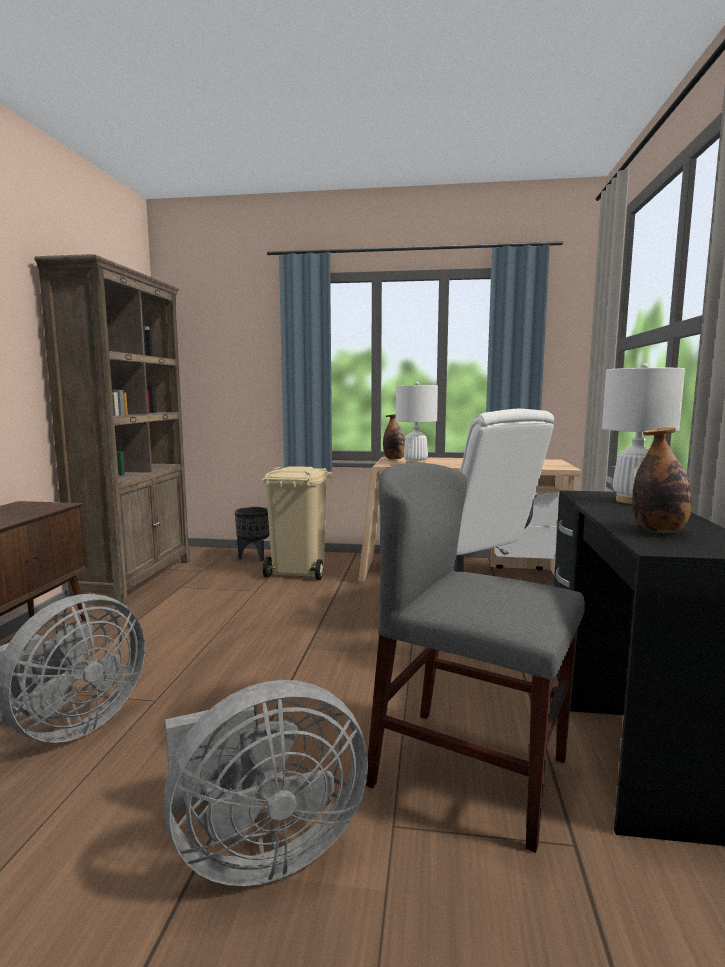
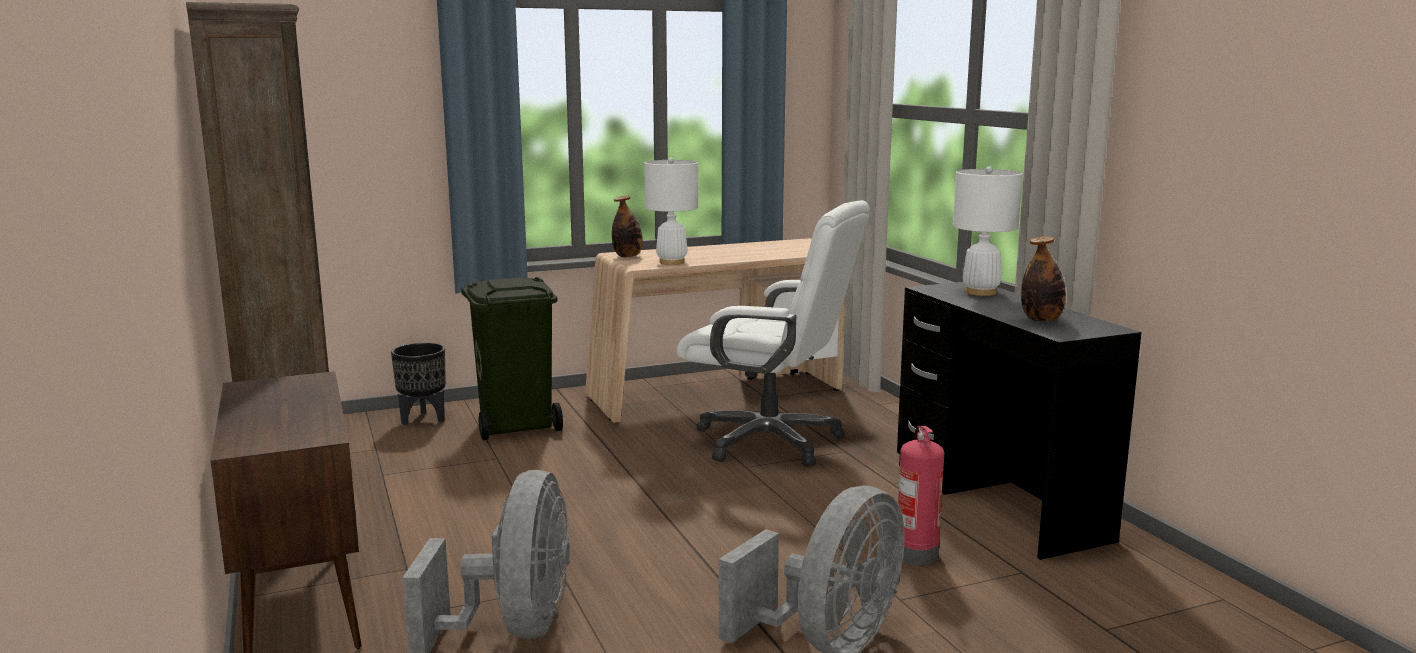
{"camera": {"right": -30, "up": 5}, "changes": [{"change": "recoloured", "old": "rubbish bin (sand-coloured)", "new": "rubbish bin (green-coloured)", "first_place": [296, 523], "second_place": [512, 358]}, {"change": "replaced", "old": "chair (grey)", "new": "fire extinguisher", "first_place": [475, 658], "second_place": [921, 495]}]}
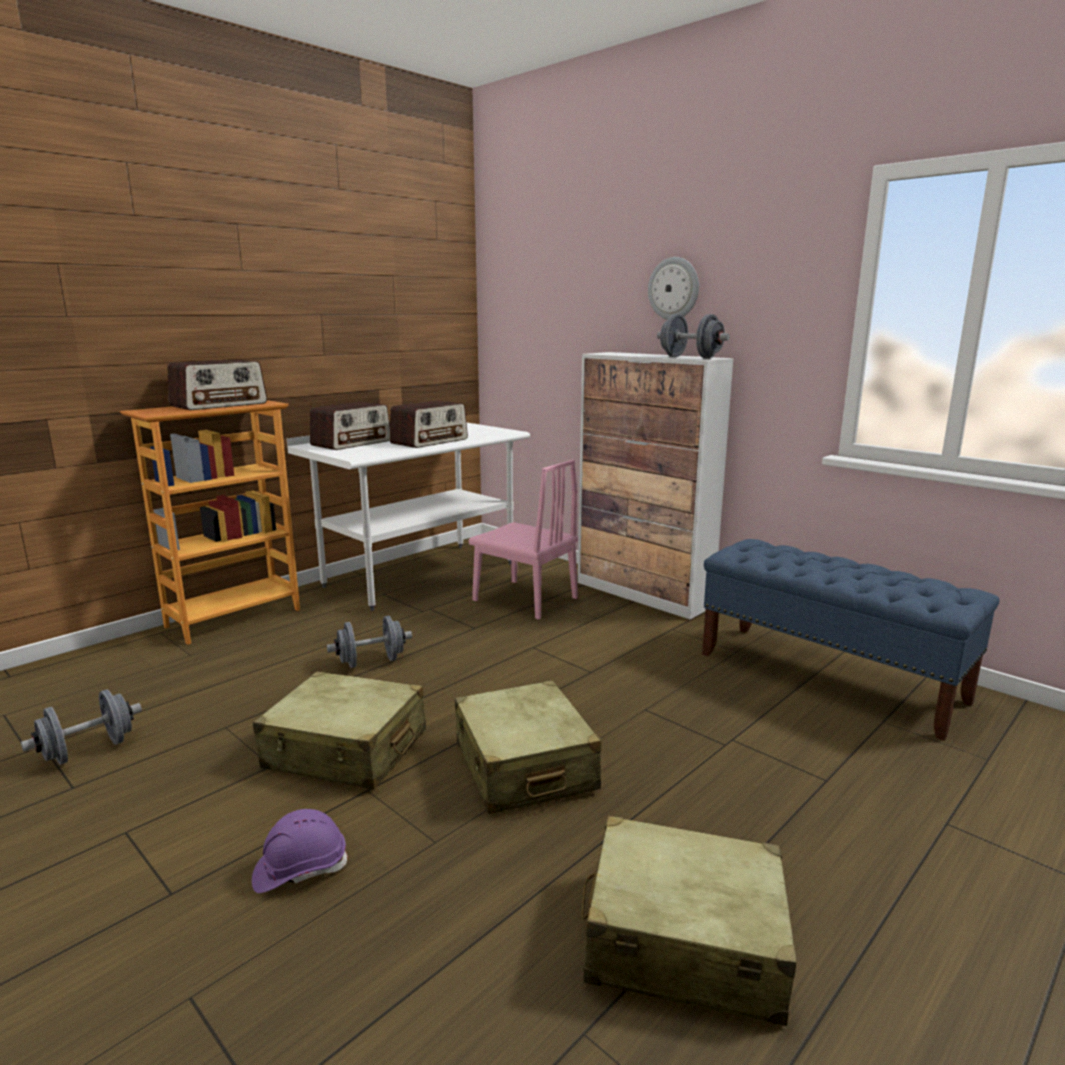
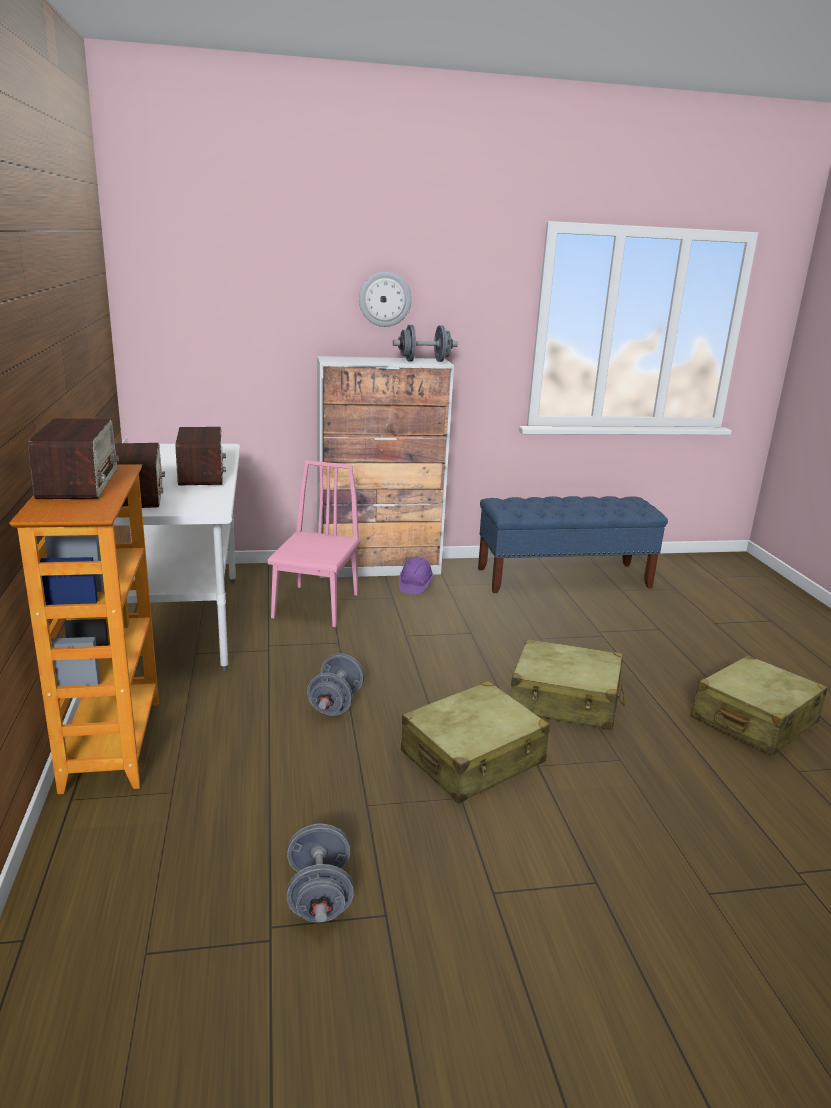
{"camera": {"right": -55, "up": 5}, "changes": [{"change": "turned", "old": "chair (pink-coloured)", "first_place": [523, 540], "second_place": [313, 543], "degrees": -60}, {"change": "moved", "old": "work helmet (purplish)", "first_place": [300, 851], "second_place": [416, 576]}]}
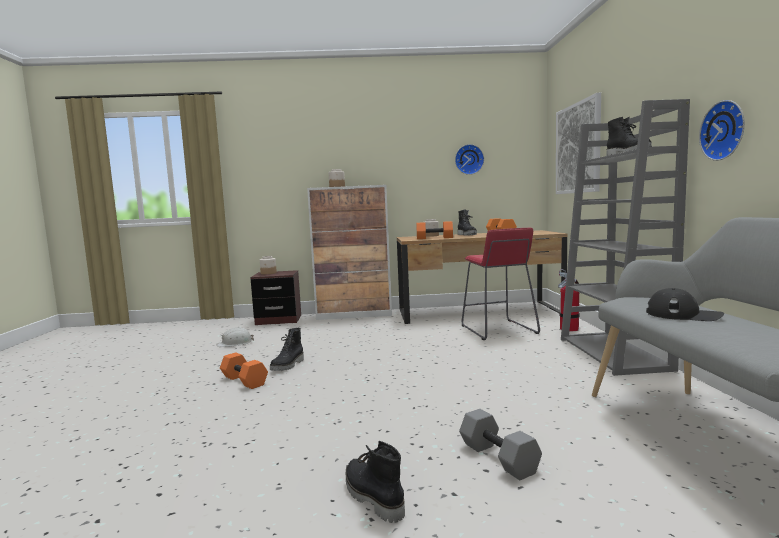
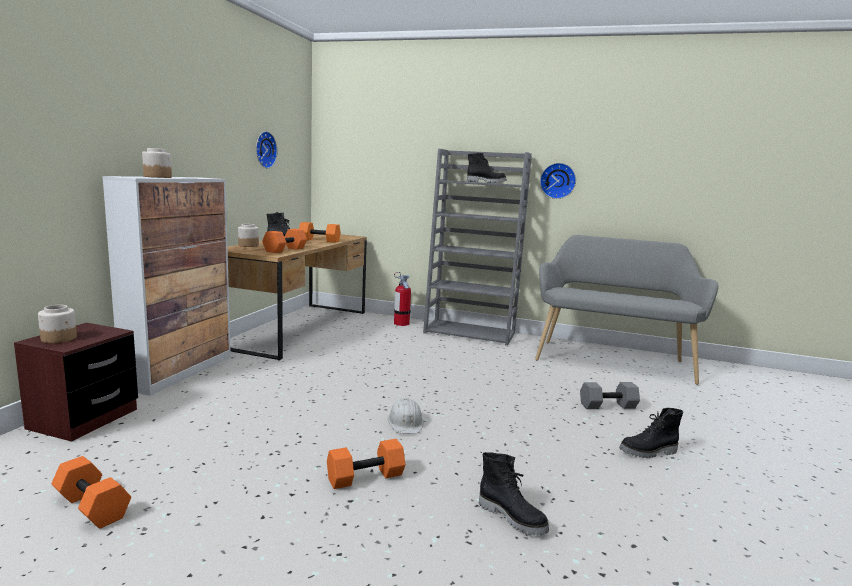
{"camera": {"right": -70, "up": 5}, "changes": [{"change": "added", "new": "dumbbell (orange-coloured)", "second_place": [91, 492]}, {"change": "moved", "old": "work helmet (white)", "first_place": [235, 337], "second_place": [405, 416]}, {"change": "moved", "old": "tall boot (blackish)", "first_place": [287, 349], "second_place": [514, 494]}, {"change": "removed", "old": "sitting stool (reddish)", "first_place": [501, 284]}, {"change": "removed", "old": "wall art", "first_place": [578, 143]}, {"change": "removed", "old": "cap (blackish)", "first_place": [685, 304]}]}
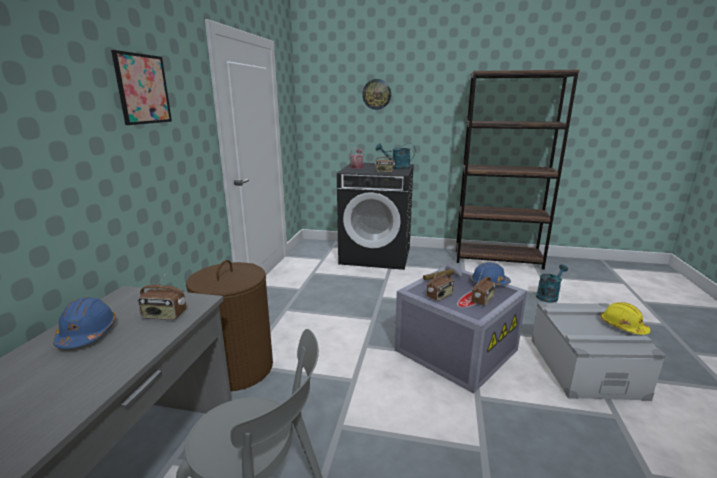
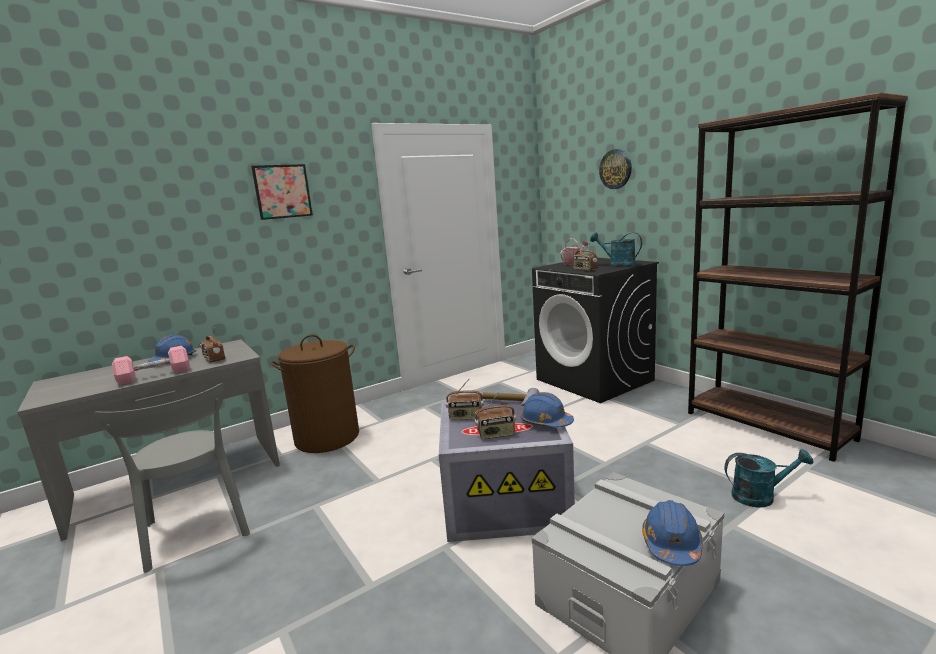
{"camera": {"right": 45, "up": -5}, "changes": [{"change": "added", "new": "dumbbell (pink-coloured)", "second_place": [151, 365]}, {"change": "recoloured", "old": "work helmet (yellow)", "new": "work helmet (bluish)", "first_place": [625, 318], "second_place": [672, 533]}]}
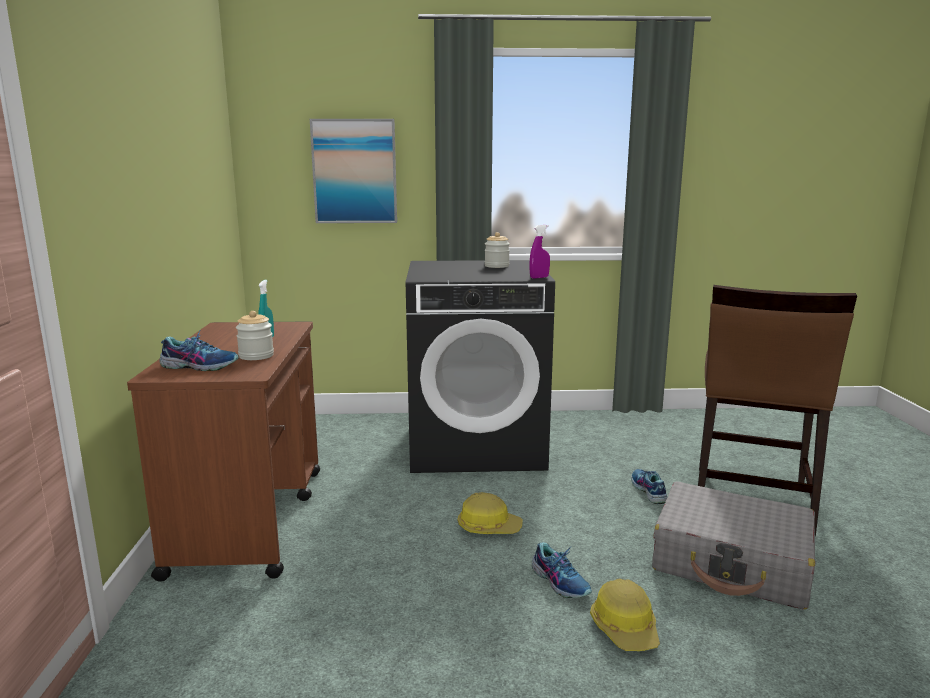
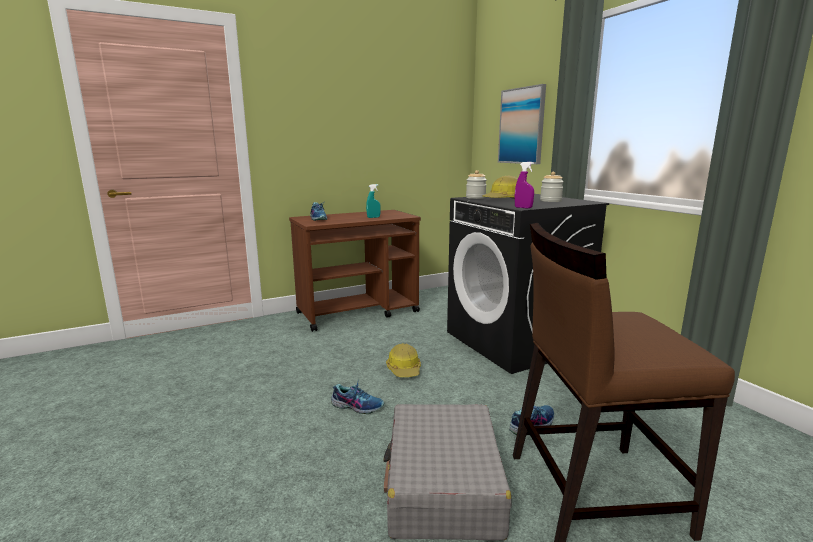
{"camera": {"right": 65, "up": 0}, "changes": [{"change": "turned", "old": "item of footwear", "first_place": [561, 570], "second_place": [357, 396], "degrees": -105}, {"change": "moved", "old": "jar", "first_place": [255, 335], "second_place": [476, 184]}, {"change": "moved", "old": "work helmet", "first_place": [625, 615], "second_place": [500, 187]}]}
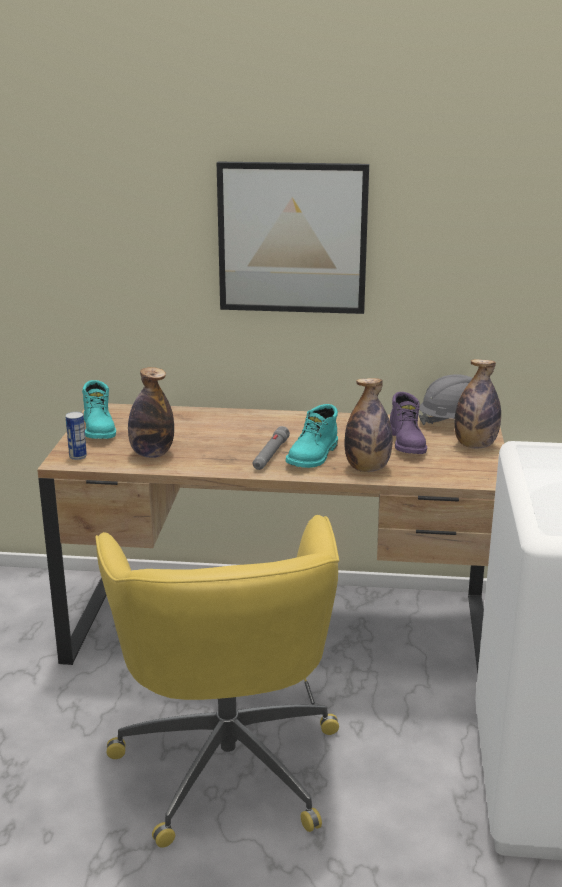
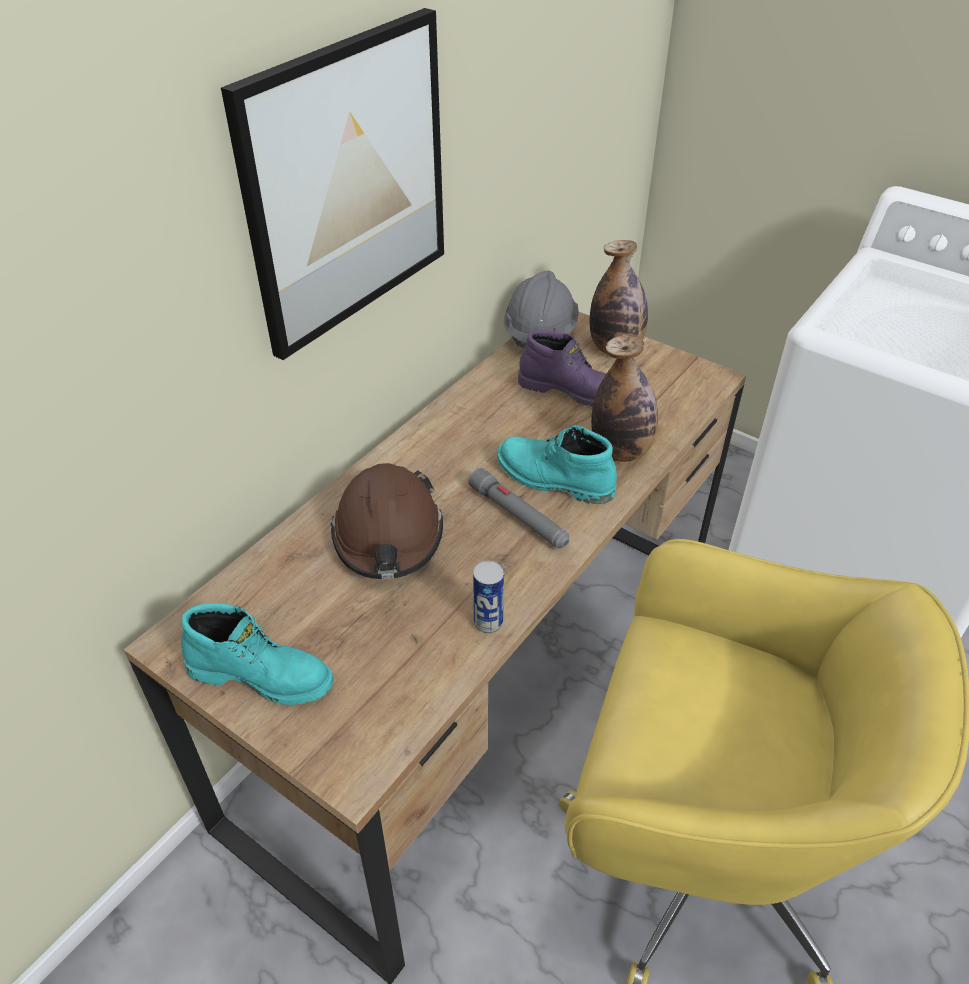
{"camera": {"right": -60, "up": 20}, "changes": [{"change": "added", "new": "work helmet (brown-coloured)", "second_place": [387, 521]}, {"change": "moved", "old": "can", "first_place": [76, 436], "second_place": [488, 597]}, {"change": "turned", "old": "tall boot (turquoise)", "first_place": [311, 436], "second_place": [557, 464], "degrees": 150}, {"change": "removed", "old": "drink bottle", "first_place": [151, 412]}]}
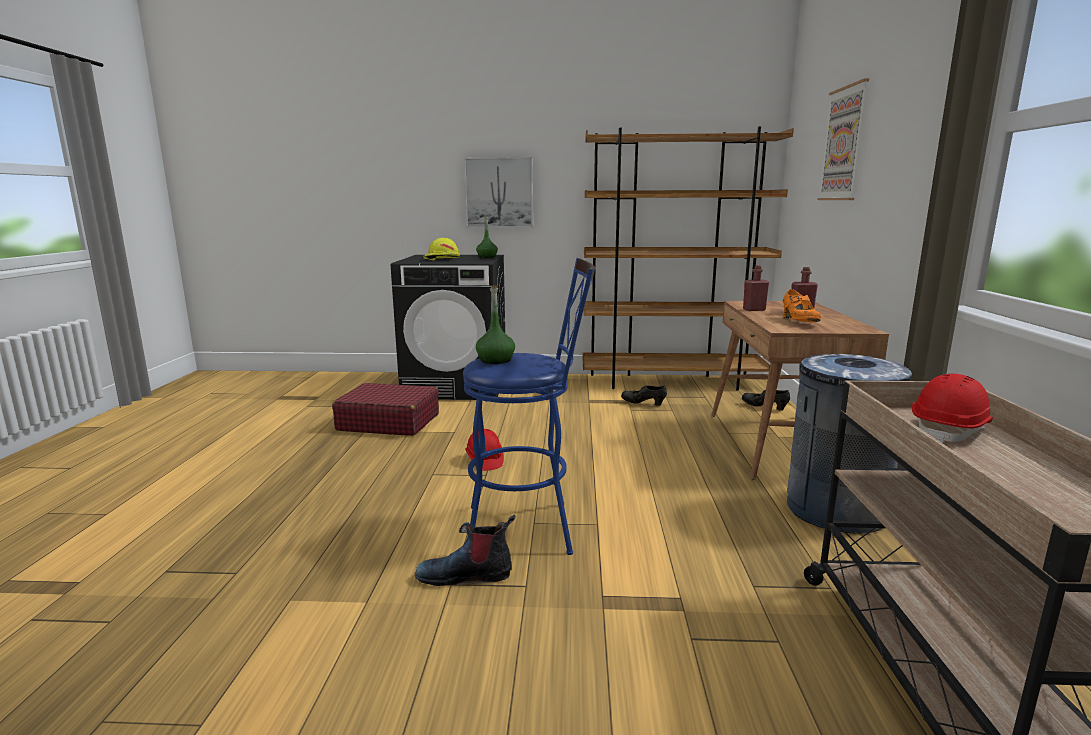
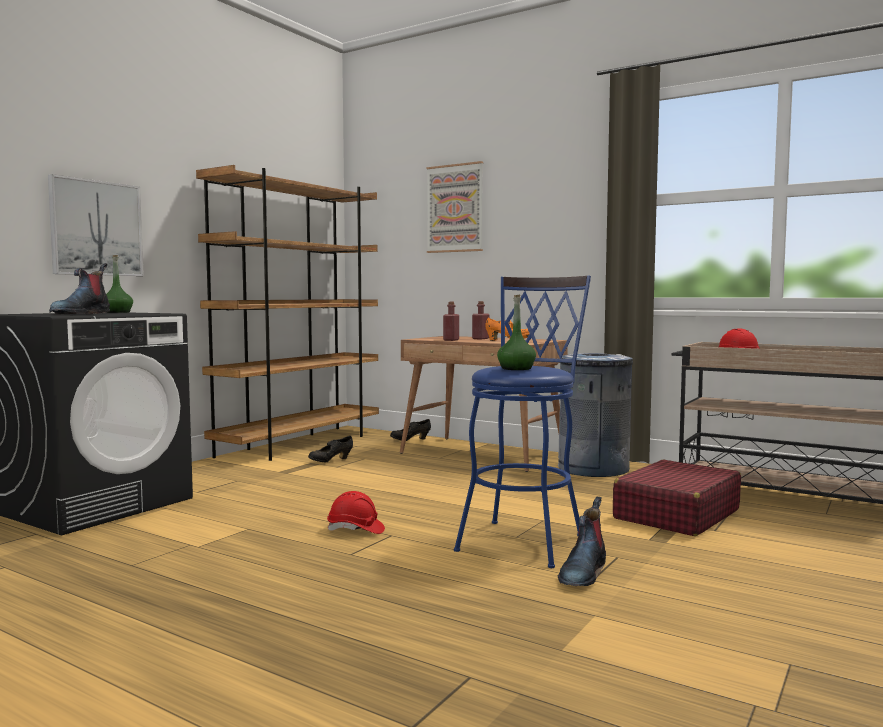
{"camera": {"right": -60, "up": -10}, "changes": [{"change": "replaced", "old": "work helmet (yellow)", "new": "tall boot", "first_place": [441, 249], "second_place": [79, 288]}, {"change": "moved", "old": "travel case (reddish)", "first_place": [385, 409], "second_place": [677, 498]}]}
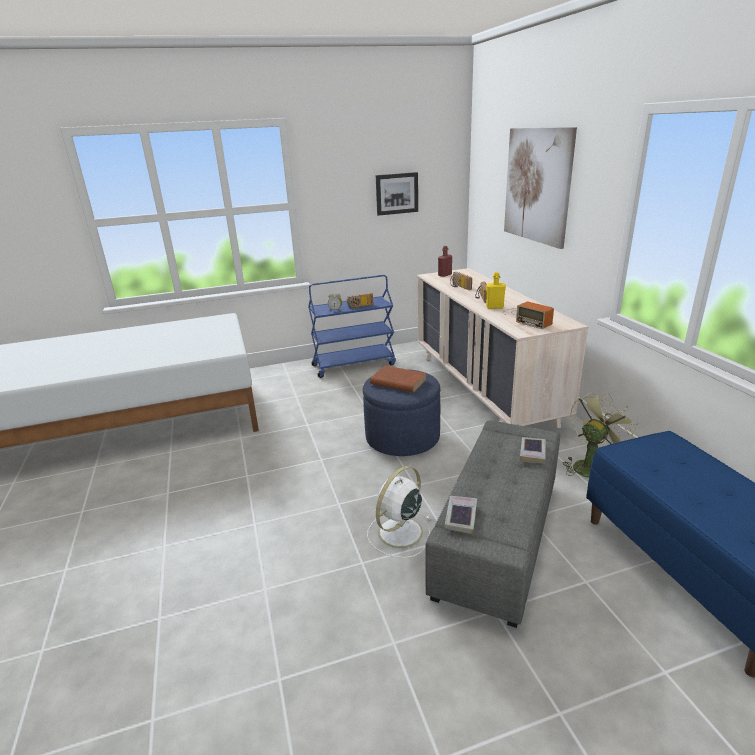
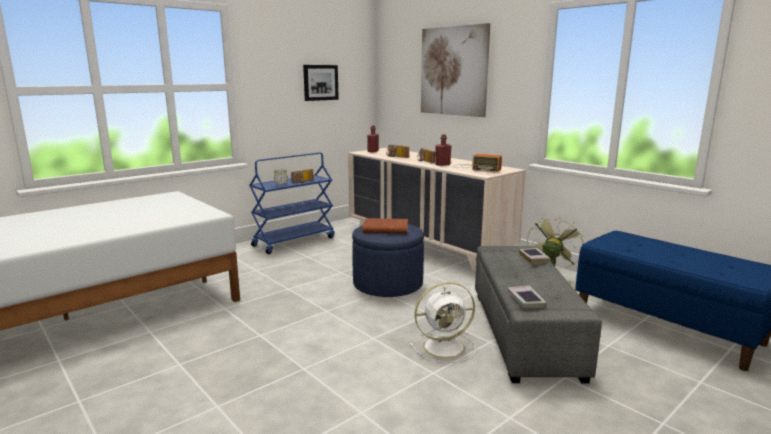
{"camera": {"right": -25, "up": -10}, "changes": [{"change": "turned", "old": "fan (white)", "first_place": [399, 512], "second_place": [443, 322], "degrees": -120}, {"change": "recoloured", "old": "drink bottle (yellow)", "new": "drink bottle (reddish)", "first_place": [496, 290], "second_place": [443, 150]}]}
